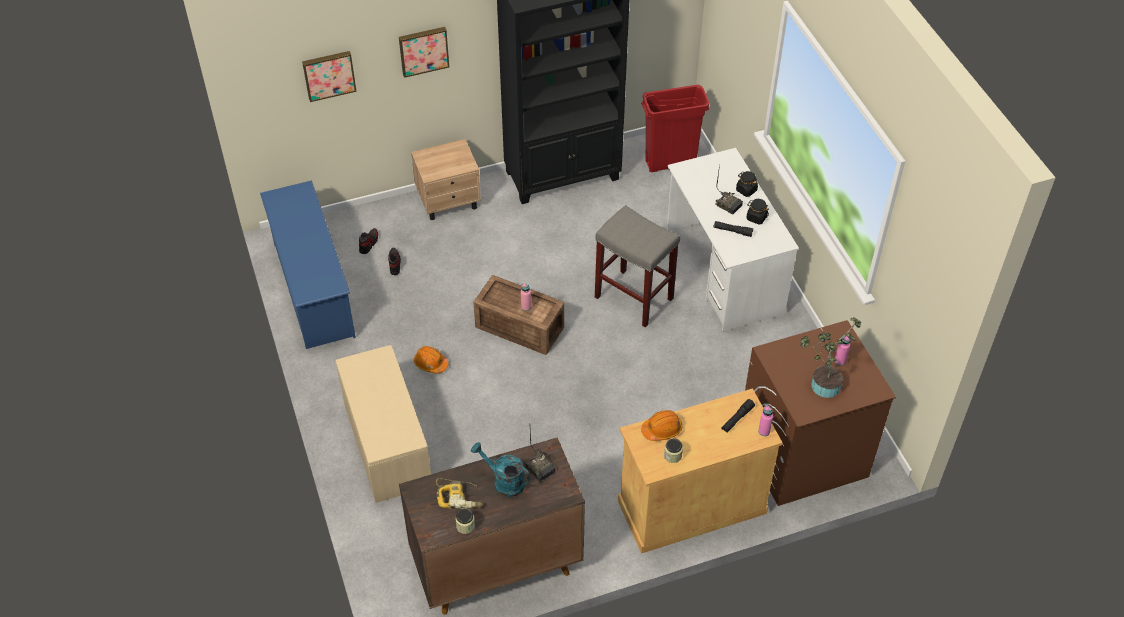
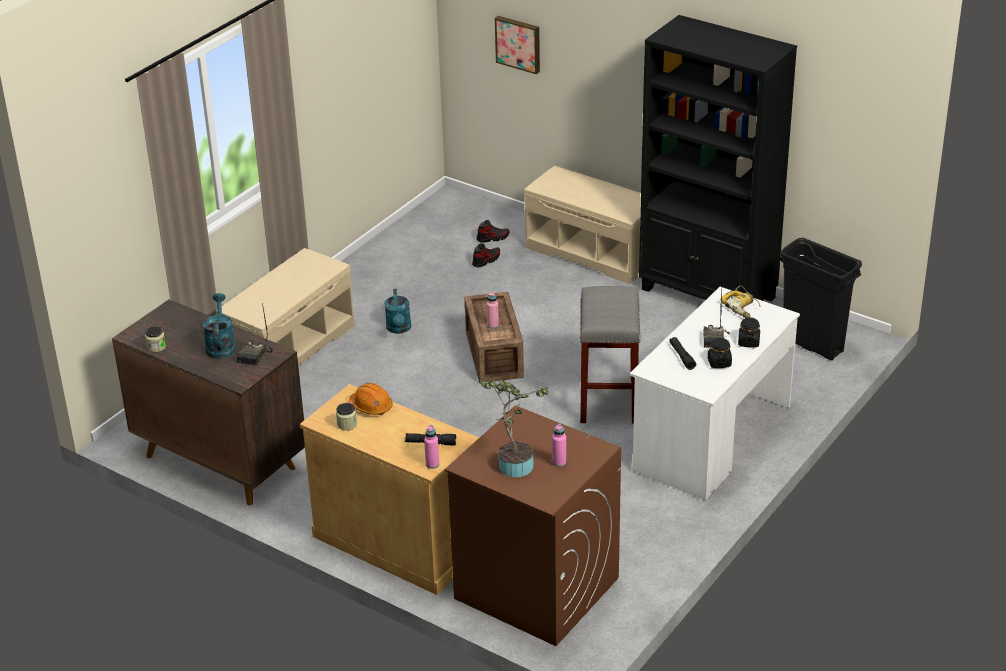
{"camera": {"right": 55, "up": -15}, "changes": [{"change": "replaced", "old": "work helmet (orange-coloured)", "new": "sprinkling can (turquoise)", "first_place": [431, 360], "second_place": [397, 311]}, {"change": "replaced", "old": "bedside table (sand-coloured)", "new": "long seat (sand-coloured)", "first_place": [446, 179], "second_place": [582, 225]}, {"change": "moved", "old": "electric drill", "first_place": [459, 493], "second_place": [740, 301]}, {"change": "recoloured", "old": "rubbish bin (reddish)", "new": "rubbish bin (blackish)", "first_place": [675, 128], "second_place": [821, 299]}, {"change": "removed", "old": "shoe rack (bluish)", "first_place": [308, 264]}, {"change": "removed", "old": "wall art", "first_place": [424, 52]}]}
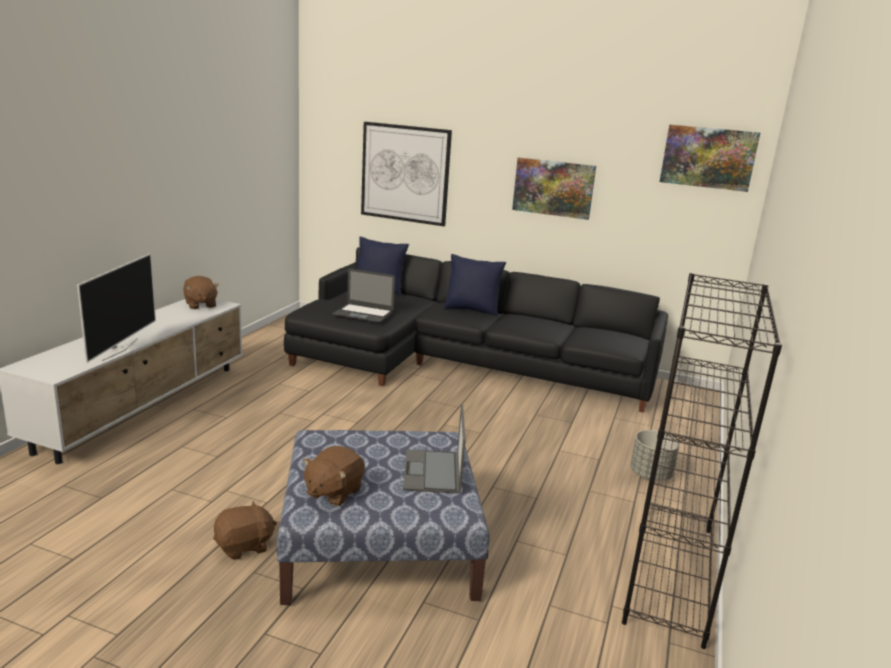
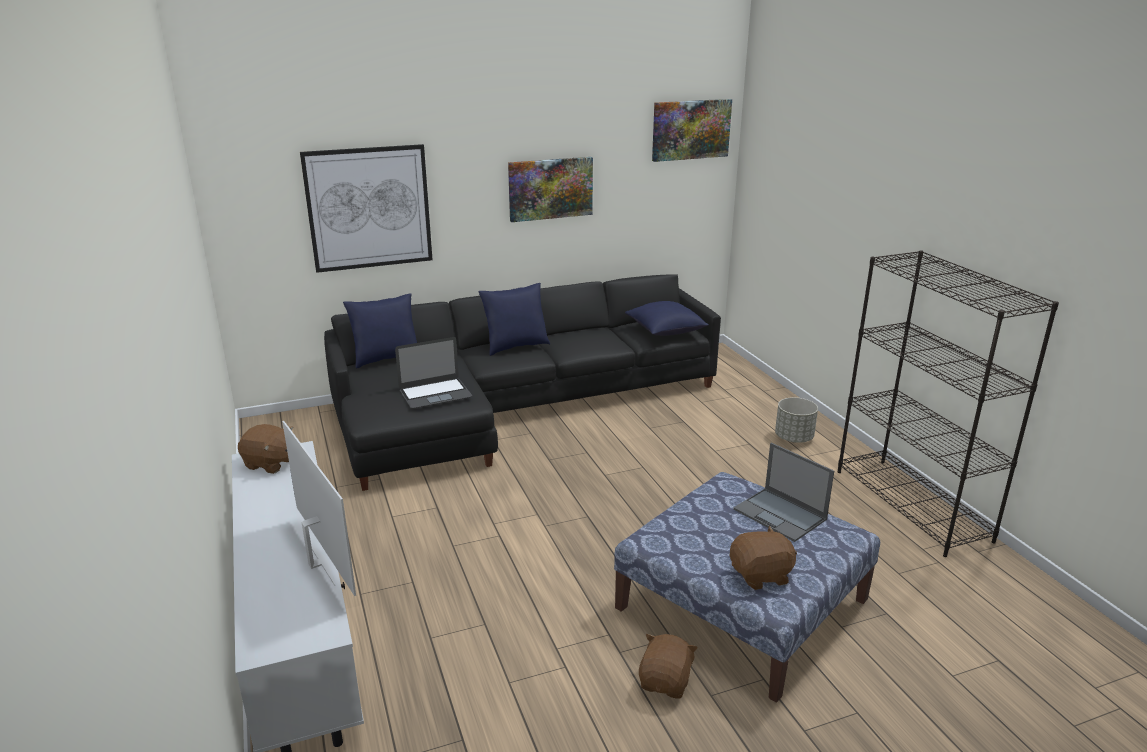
{"camera": {"right": -40, "up": 5}, "changes": [{"change": "added", "new": "pillow (bluish)", "second_place": [667, 318]}, {"change": "turned", "old": "plush toy (brown-coloured)", "first_place": [333, 476], "second_place": [763, 558], "degrees": -90}]}
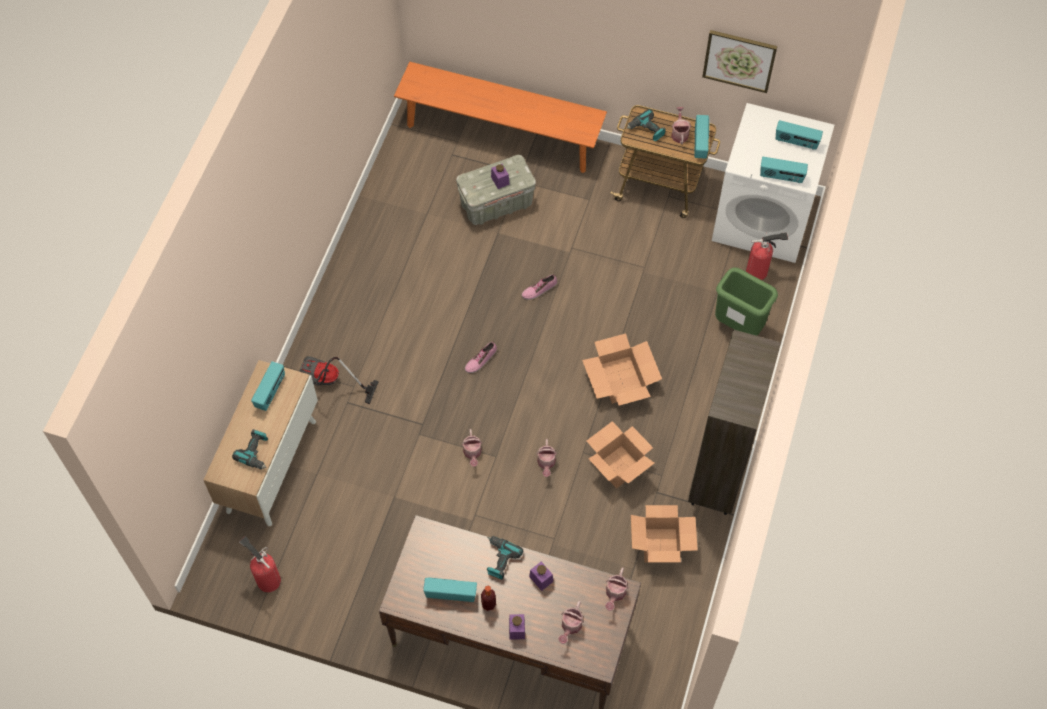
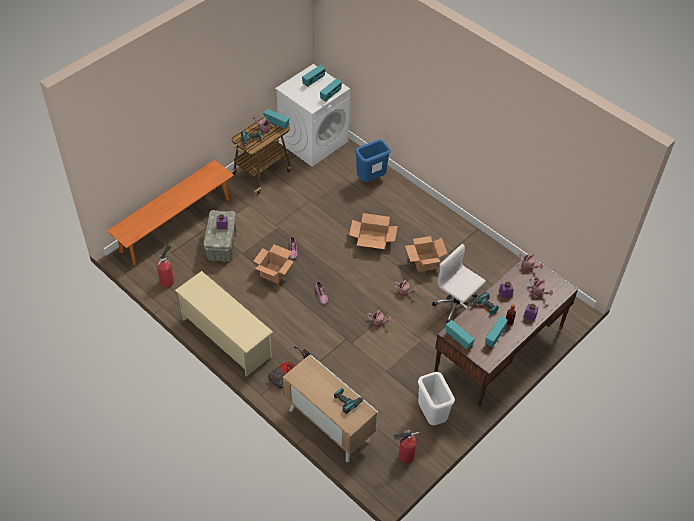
{"camera": {"right": -65, "up": -10}, "changes": [{"change": "moved", "old": "fire extinguisher", "first_place": [767, 256], "second_place": [165, 266]}, {"change": "added", "new": "shoe rack (sand-coloured)", "second_place": [224, 324]}, {"change": "moved", "old": "packing box", "first_place": [664, 534], "second_place": [274, 264]}, {"change": "recoloured", "old": "rubbish bin (green-coloured)", "new": "rubbish bin (bluish)", "first_place": [746, 301], "second_place": [373, 161]}, {"change": "added", "new": "rubbish bin (white)", "second_place": [436, 398]}, {"change": "added", "new": "desk chair (white)", "second_place": [459, 283]}, {"change": "moved", "old": "radio receiver", "first_place": [268, 386], "second_place": [460, 334]}, {"change": "removed", "old": "bookcase (brown-coloured)", "first_place": [734, 422]}, {"change": "removed", "old": "wall art", "first_place": [739, 61]}]}
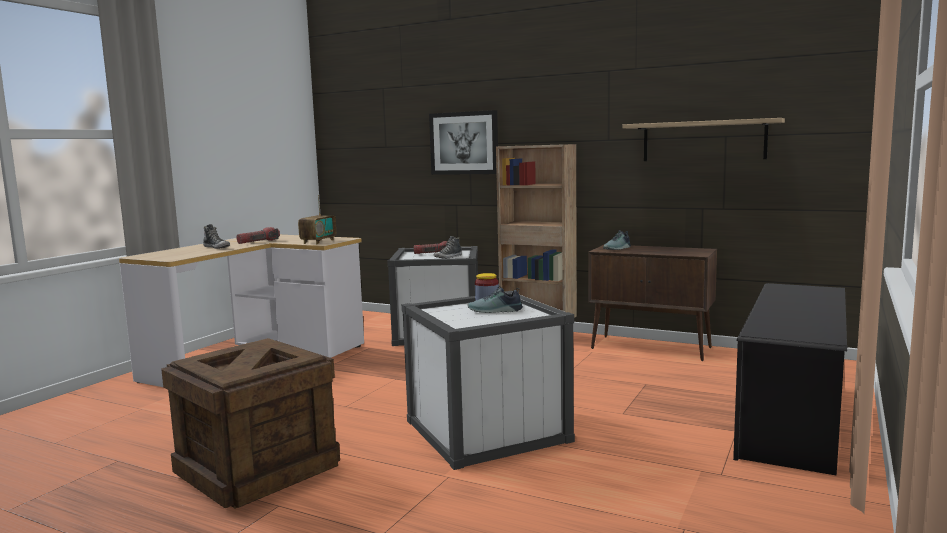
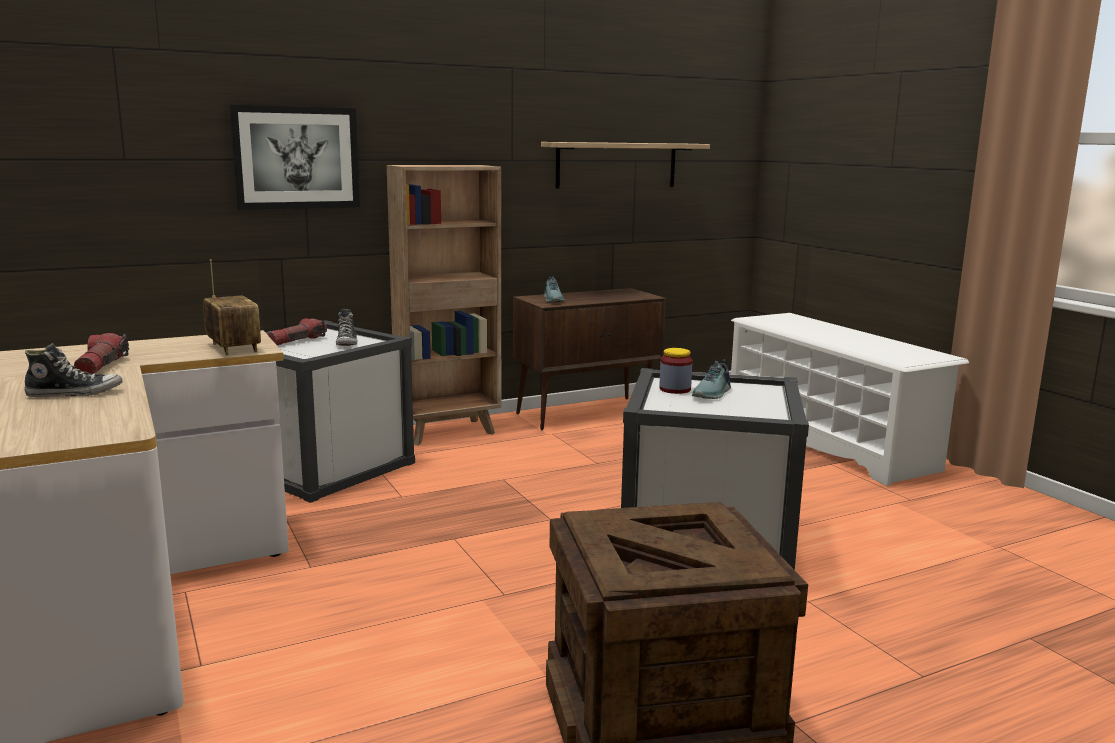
{"camera": {"right": -55, "up": 5}, "changes": [{"change": "recoloured", "old": "shoe rack (blackish)", "new": "shoe rack (white)", "first_place": [790, 379], "second_place": [850, 399]}]}
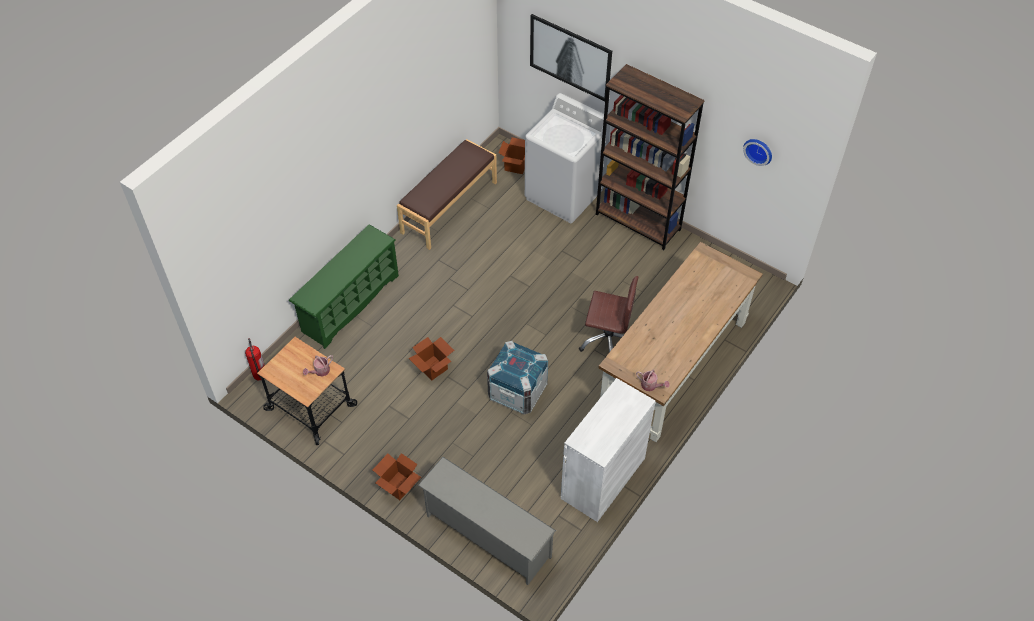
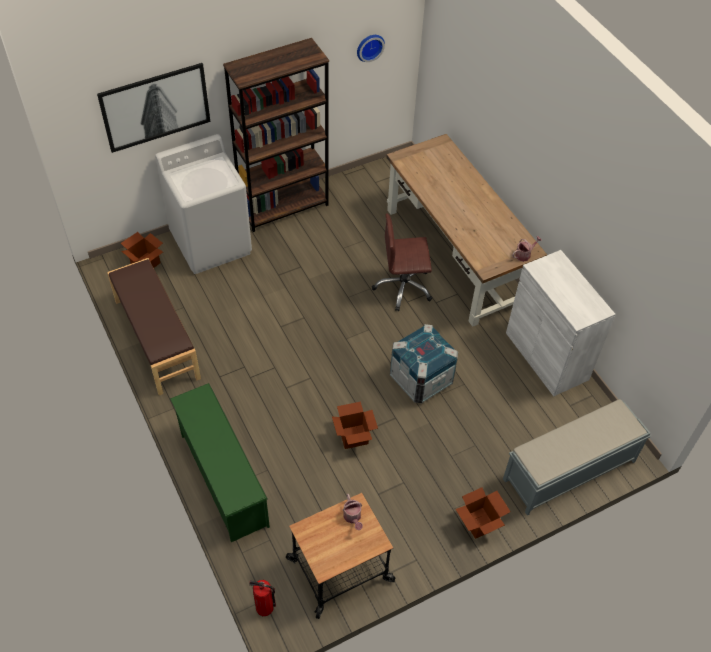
{"camera": {"right": -65, "up": 0}, "changes": [{"change": "turned", "old": "desk chair (brown-coloured)", "first_place": [609, 314], "second_place": [402, 262], "degrees": -135}, {"change": "replaced", "old": "shoe rack (grey)", "new": "long seat (grey)", "first_place": [487, 521], "second_place": [577, 457]}]}
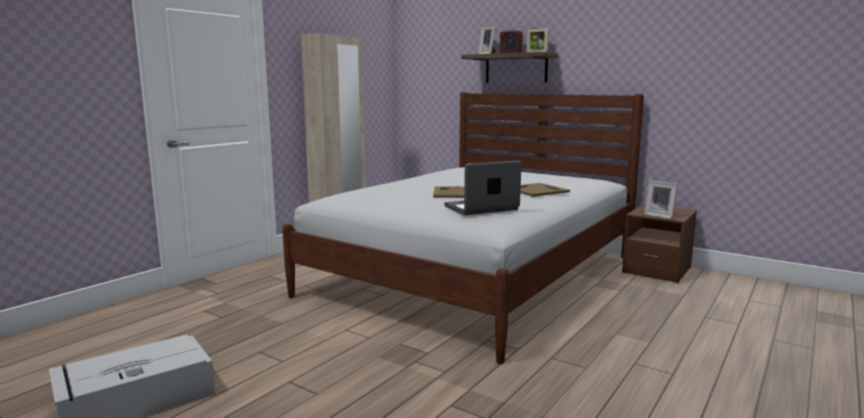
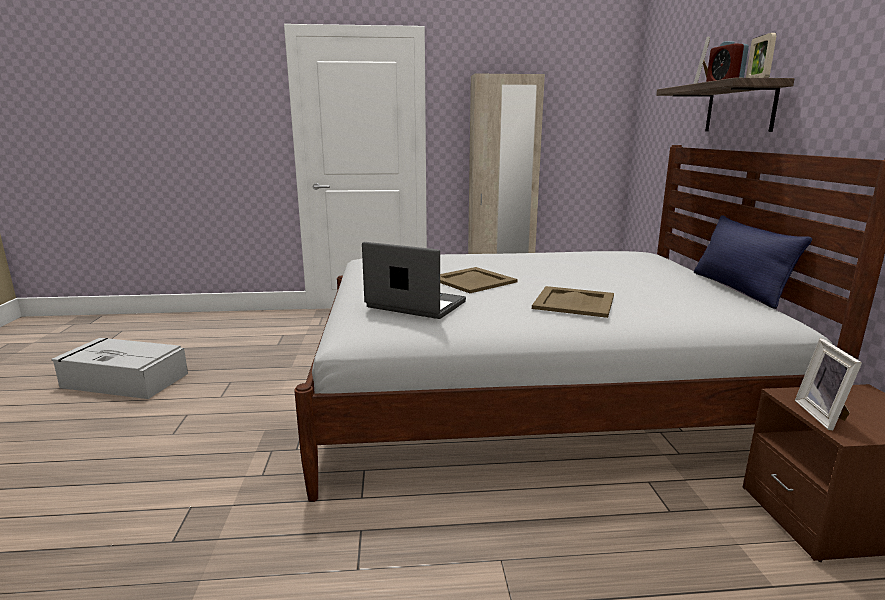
{"camera": {"right": 50, "up": 5}, "changes": [{"change": "added", "new": "pillow (bluish)", "second_place": [753, 262]}]}
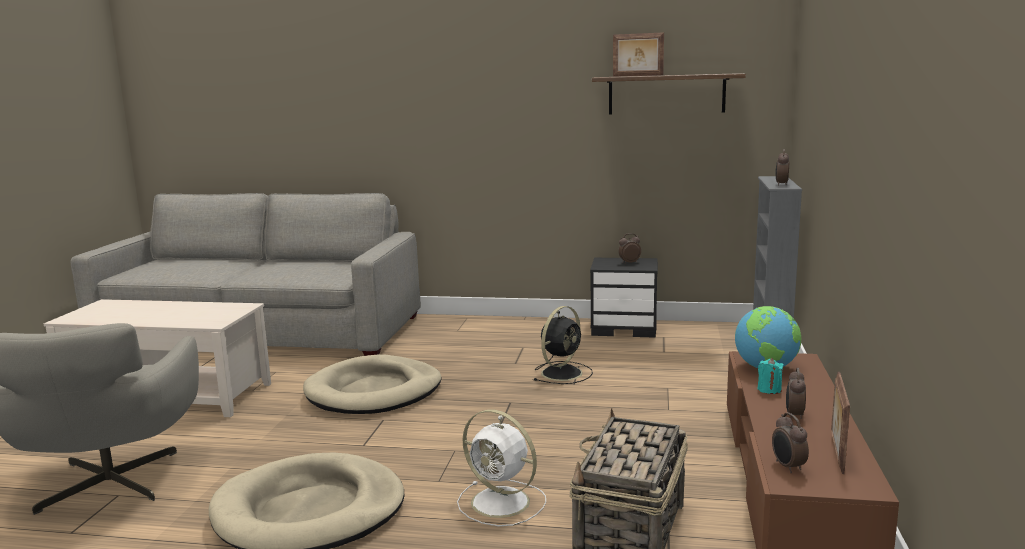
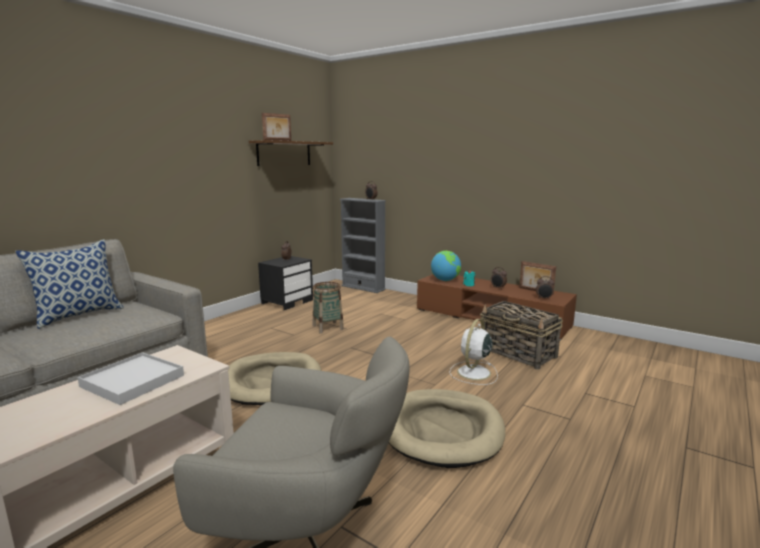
{"camera": {"right": -65, "up": 0}, "changes": [{"change": "added", "new": "pillow", "second_place": [69, 284]}, {"change": "added", "new": "tray (white)", "second_place": [130, 378]}, {"change": "replaced", "old": "fan (blackish)", "new": "household basket", "first_place": [563, 345], "second_place": [328, 308]}, {"change": "turned", "old": "fan (white)", "first_place": [501, 467], "second_place": [473, 352], "degrees": 150}]}
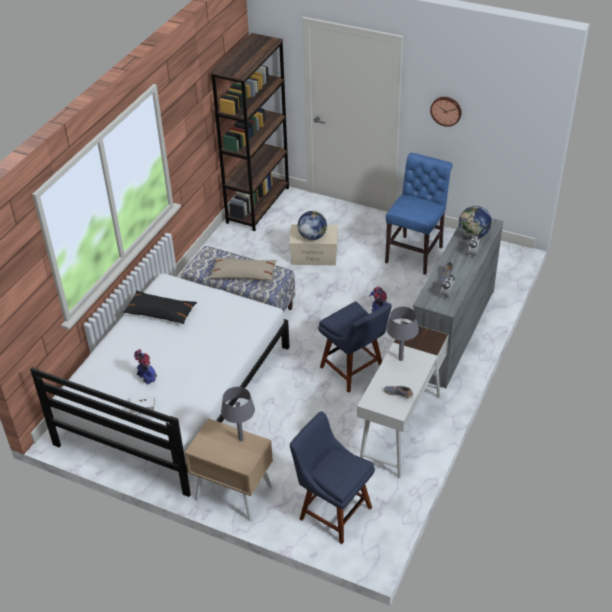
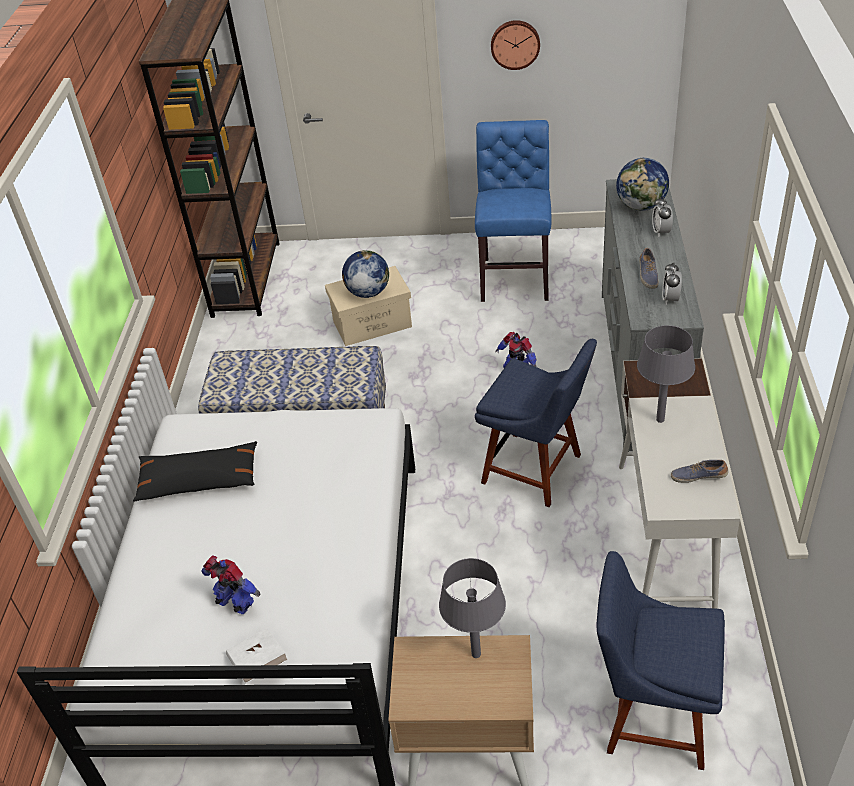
{"camera": {"right": -20, "up": 0}, "changes": [{"change": "removed", "old": "pillow (sand-coloured)", "first_place": [243, 269]}]}
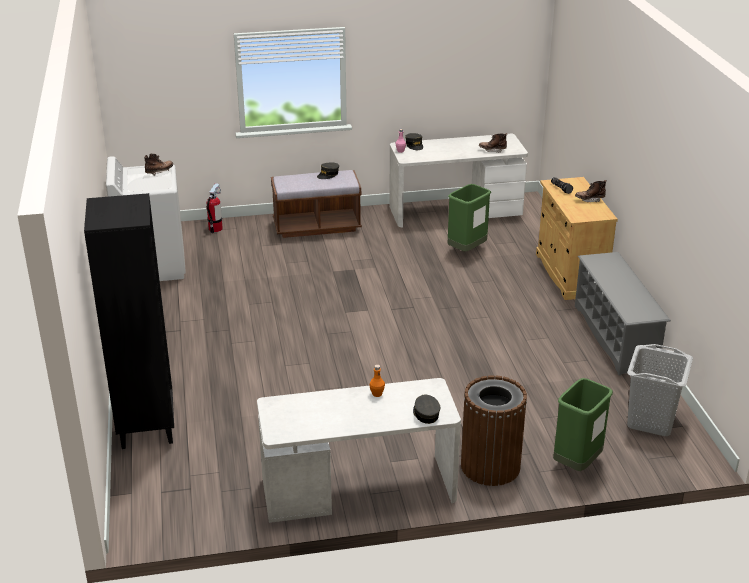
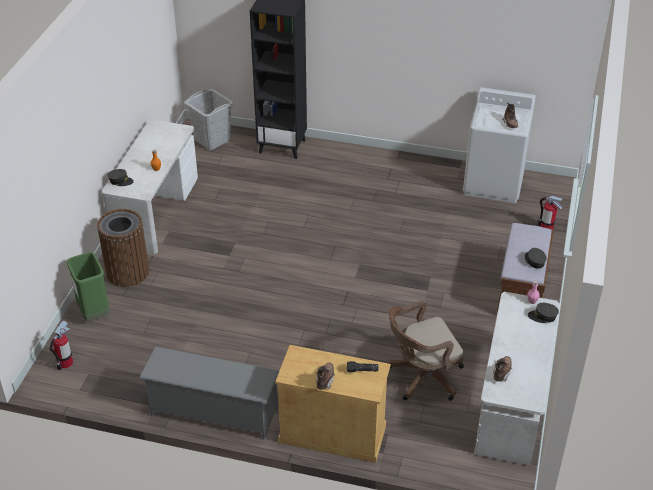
{"camera": {"right": 115, "up": 10}, "changes": [{"change": "added", "new": "fire extinguisher", "second_place": [61, 345]}, {"change": "moved", "old": "hamper (grey)", "first_place": [660, 390], "second_place": [209, 119]}, {"change": "replaced", "old": "rubbish bin (green-coloured)", "new": "desk chair (brown-coloured)", "first_place": [469, 218], "second_place": [426, 350]}]}
